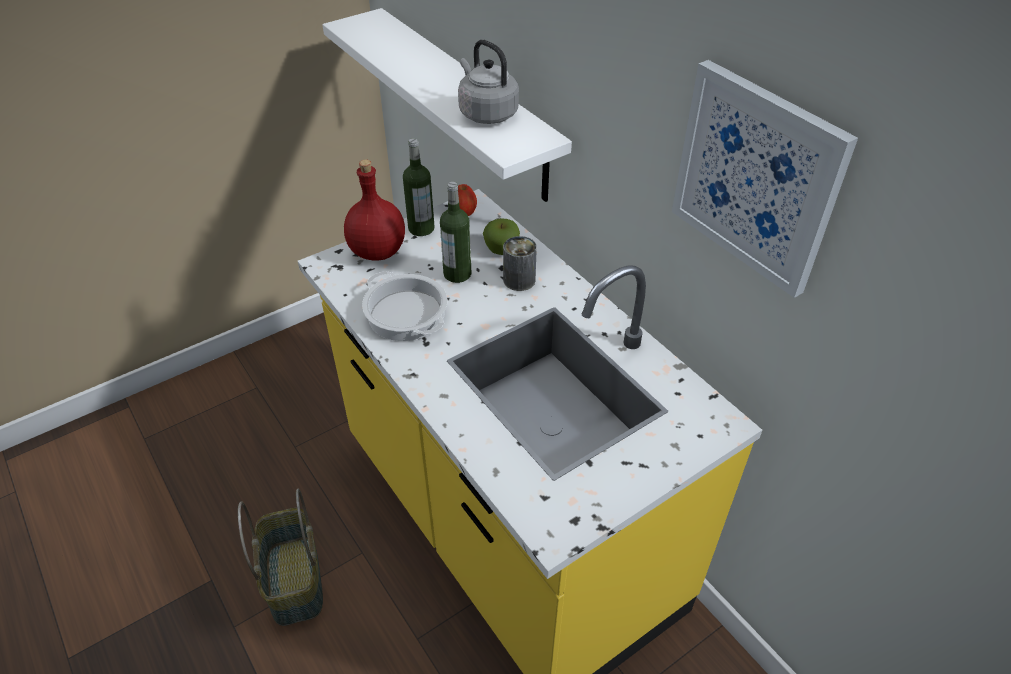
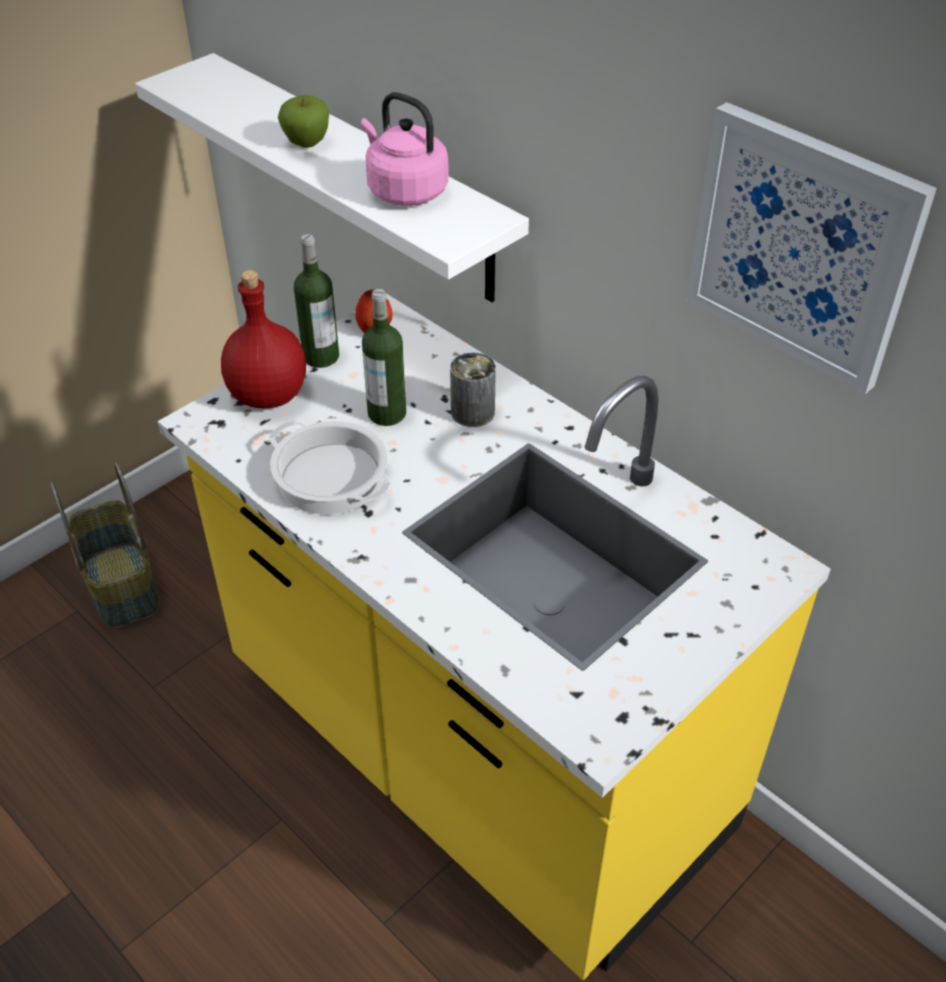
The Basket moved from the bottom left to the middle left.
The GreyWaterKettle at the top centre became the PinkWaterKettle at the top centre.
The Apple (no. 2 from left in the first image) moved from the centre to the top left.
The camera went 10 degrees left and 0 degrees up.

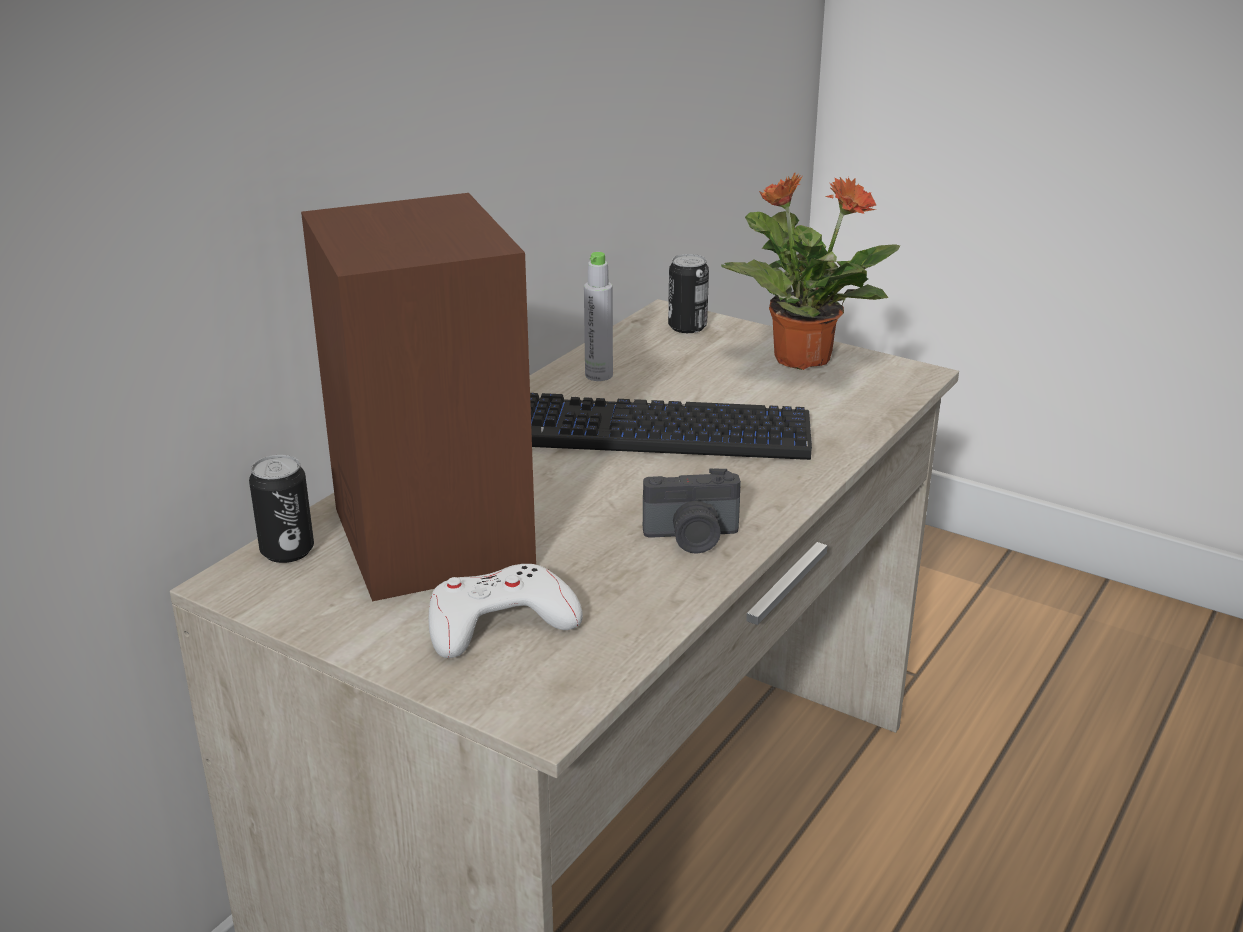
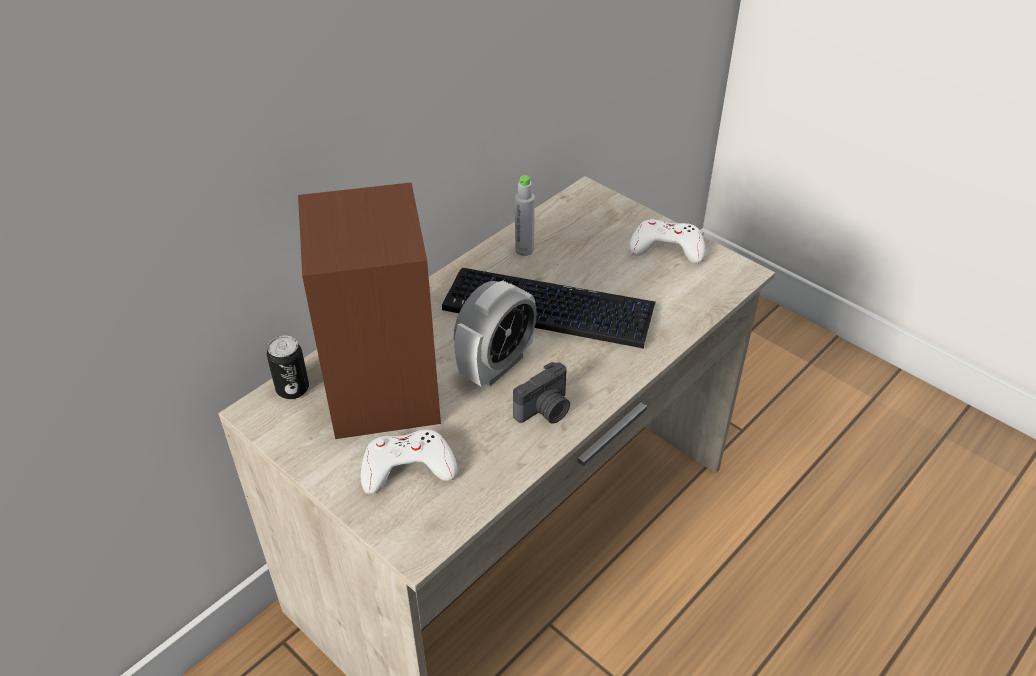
The StillCamera at the centre turned 45 degrees counterclockwise.
The SealedCan (no. 2 from left) at the top centre disappeared.
The Houseplant at the top centre was replaced by the WhiteGameController (no. 2 from left) at the centre.
The BedsideClock at the centre appeared.
The camera went 10 degrees right and 15 degrees up.

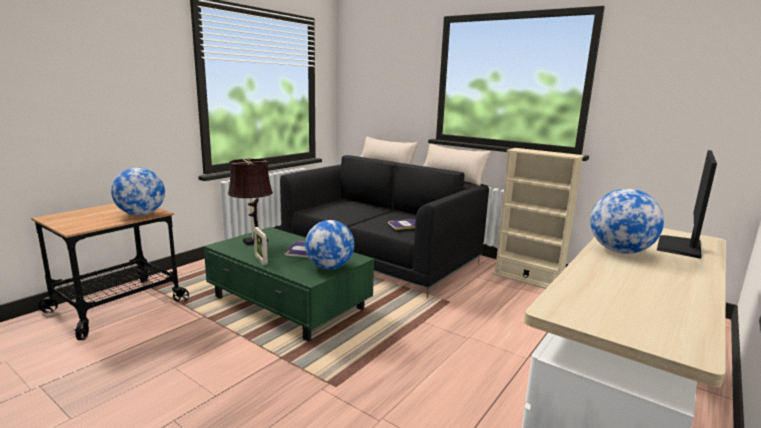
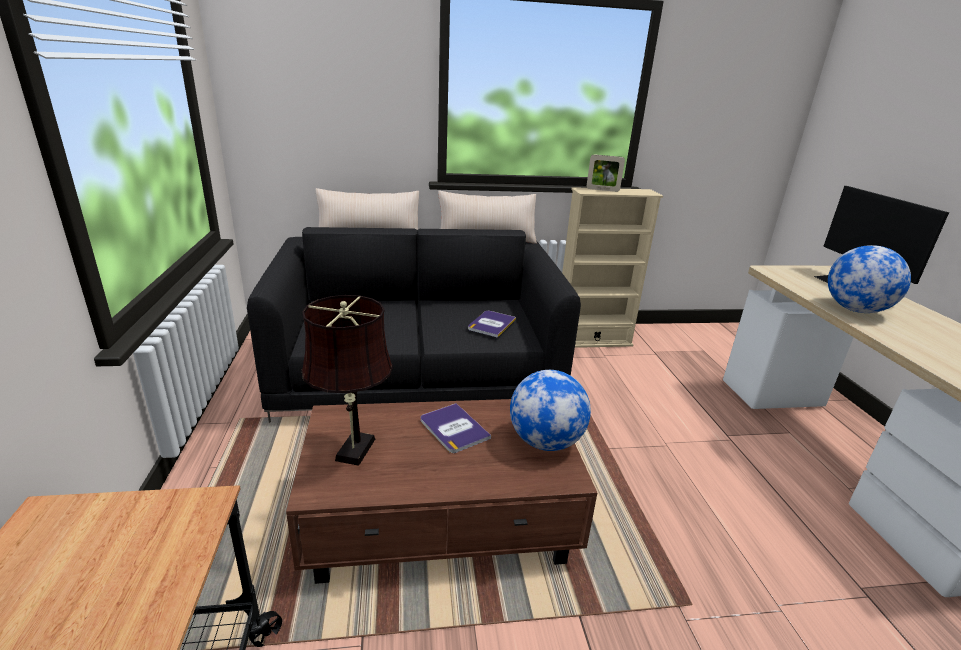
The WorldGlobe (no. 1 from left) at the middle left disappeared.
The GreenishCoffeeTable at the centre became the BrownColouredCoffeeTable at the bottom centre.
The PhotoFrame moved from the centre to the top centre.
The camera went 45 degrees left and 10 degrees up.

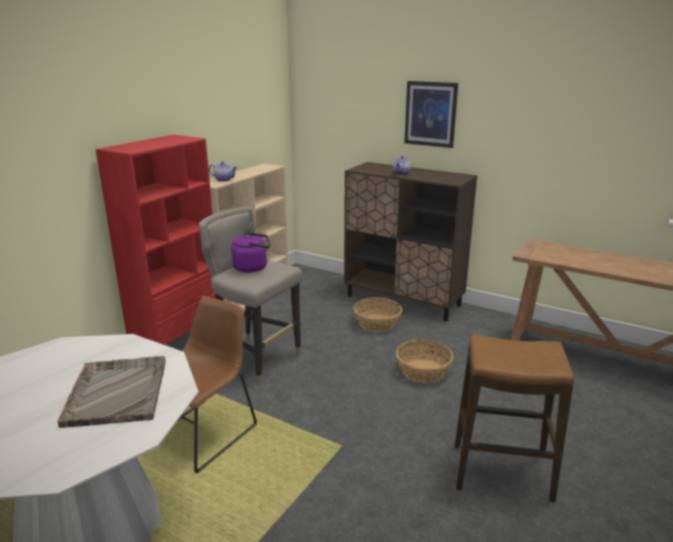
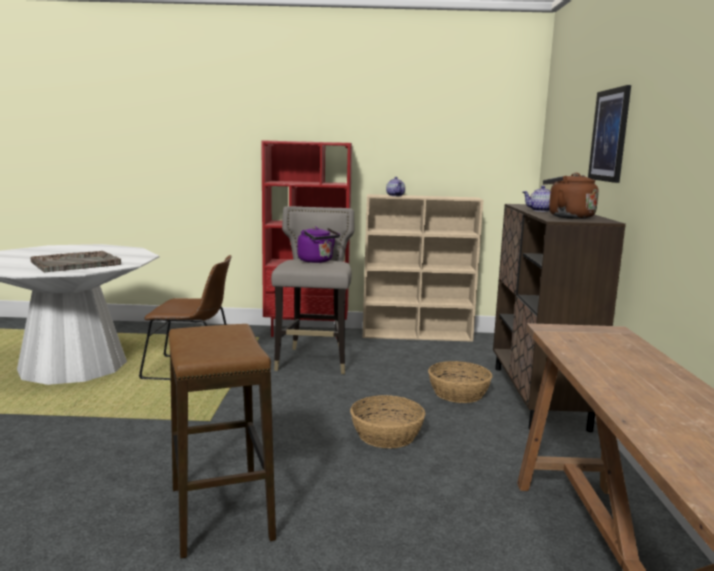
The BrownColouredWaterKettle at the middle right appeared.
The camera went 60 degrees right and 10 degrees down.

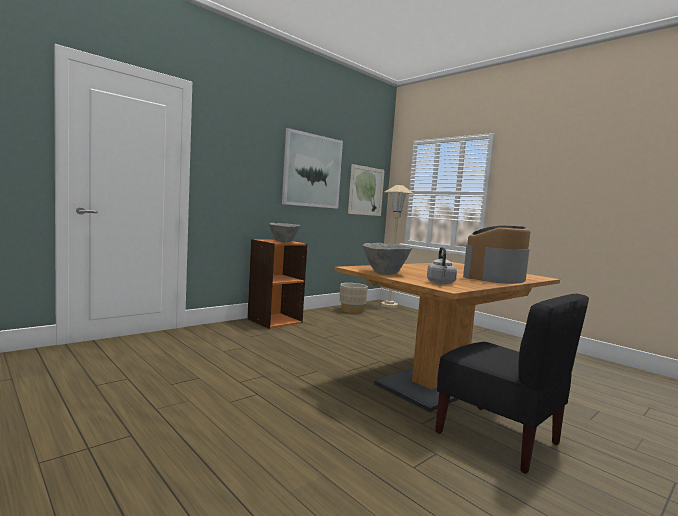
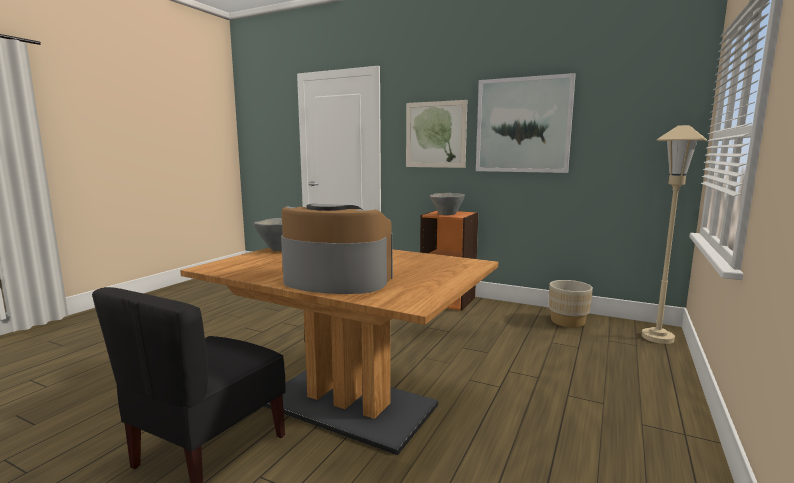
The WallPicture (no. 2 from left in the first image) moved from the centre to the top centre.
The GreyWaterKettle at the centre disappeared.
The camera went 70 degrees right and 5 degrees up.

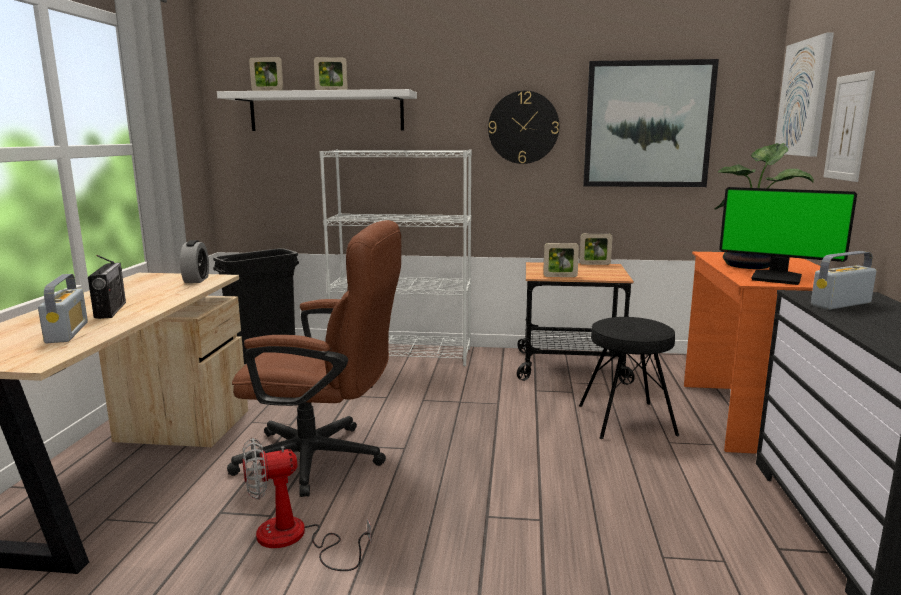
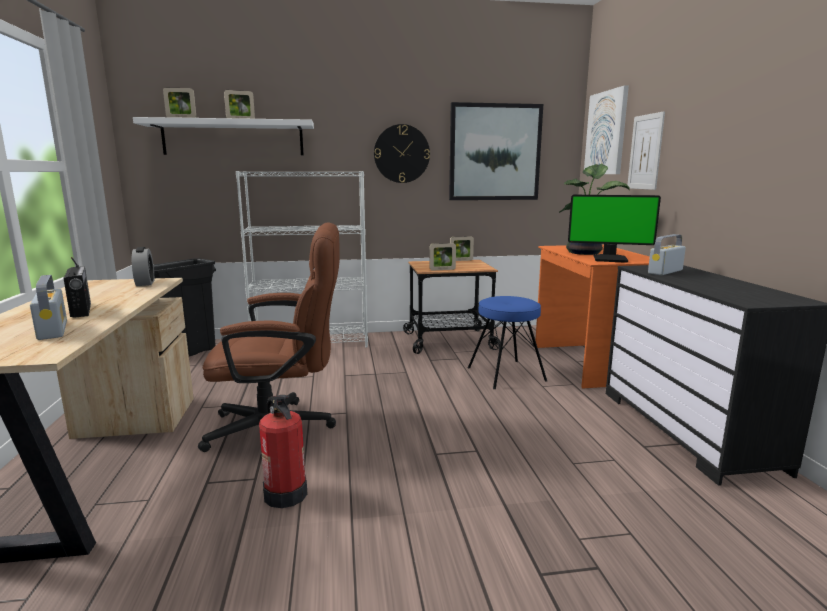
The Fan at the bottom centre was replaced by the FireFightingCylinder at the bottom centre.
The BlackSittingStool at the middle right became the BlueColouredSittingStool at the centre.
The camera went 15 degrees left and 0 degrees up.

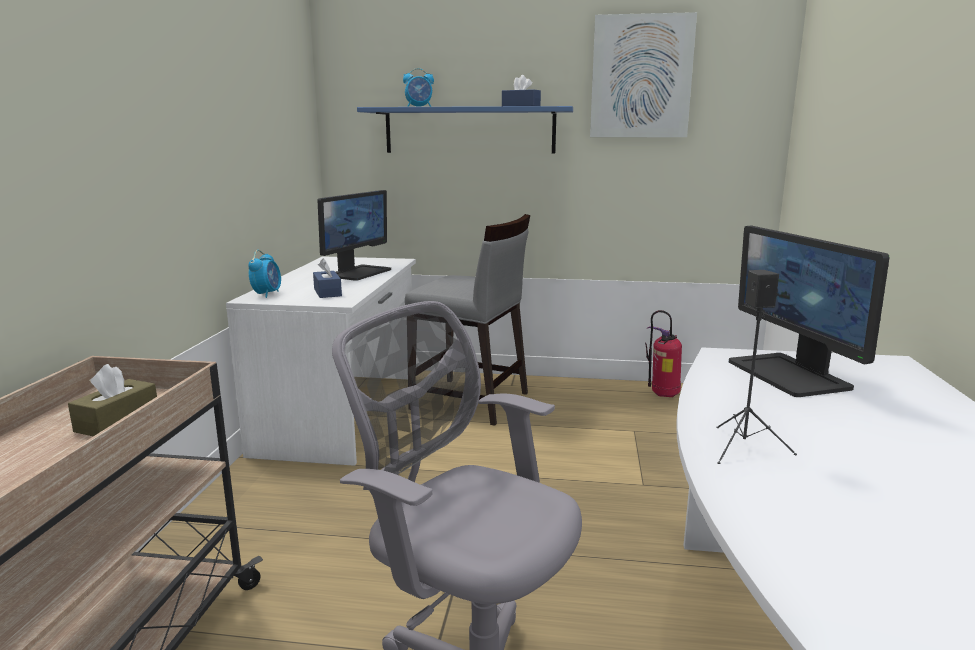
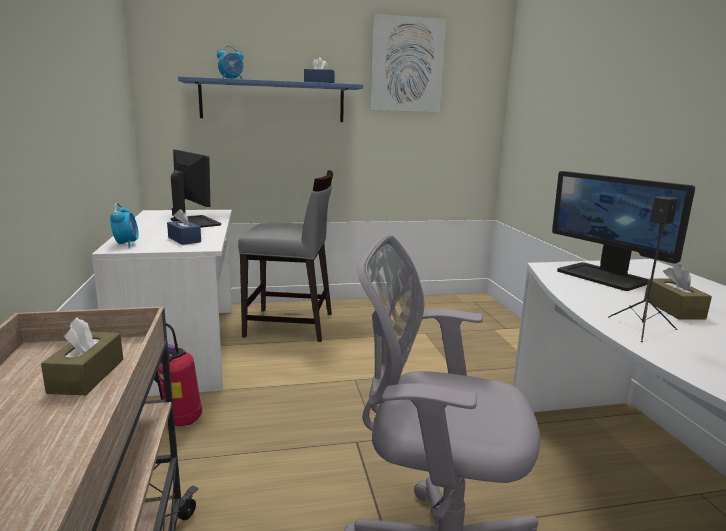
The ComputerScreen (no. 1 from left) at the centre turned 45 degrees counterclockwise.
The FireFightingCylinder moved from the middle right to the bottom left.
The BrownColouredTissueHolder (no. 2 from left) at the middle right appeared.
The camera went 20 degrees left and 0 degrees up.

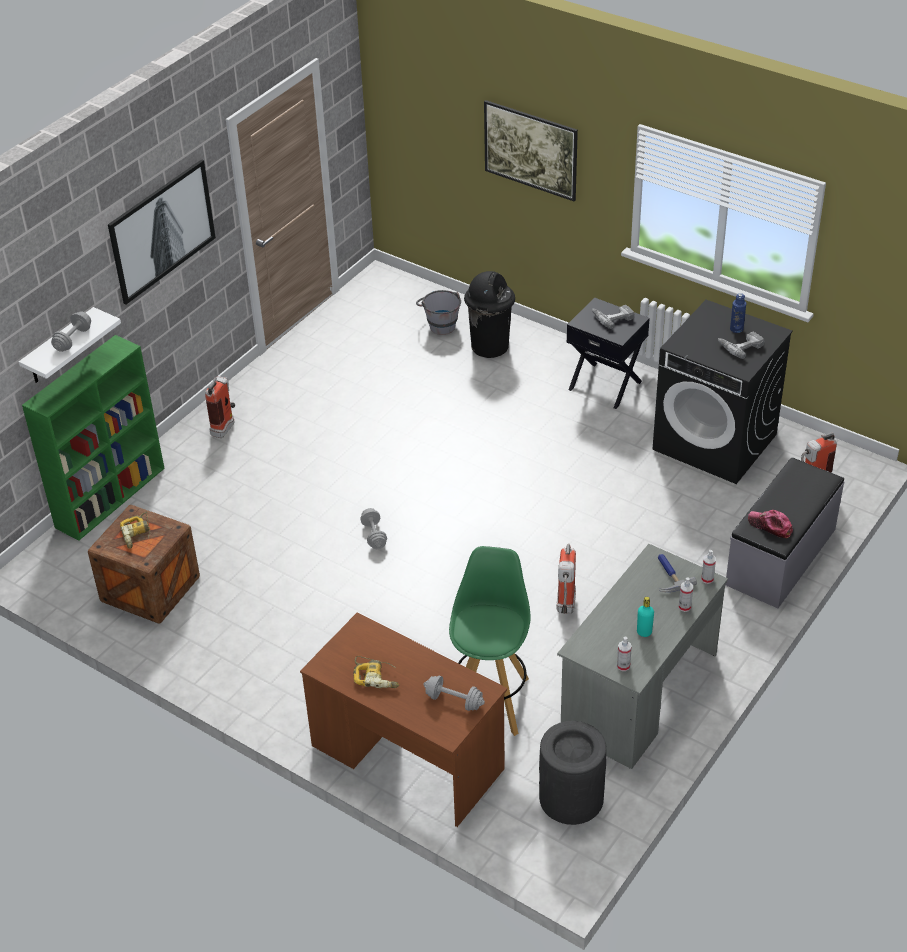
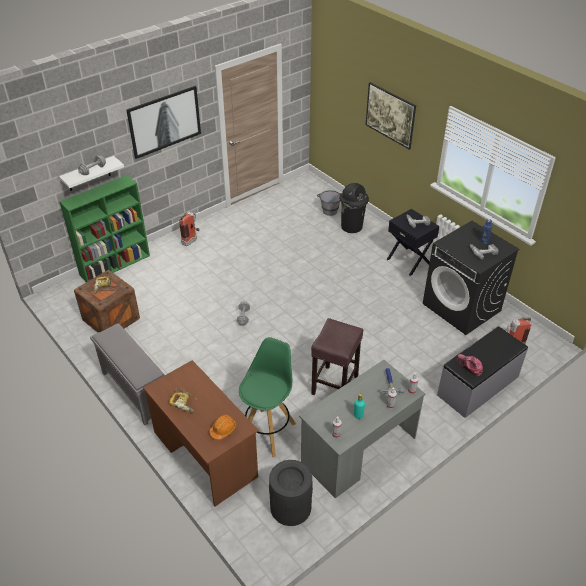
The GreyDumbbell (no. 3 from left) at the bottom centre was replaced by the OrangeColouredWorkHelmet at the bottom centre.
The FireFightingCylinder (no. 2 from left) at the centre was replaced by the BrownColouredSittingStool at the centre.
The GreyShoeRack at the middle left appeared.
The camera went 15 degrees right and 0 degrees up.

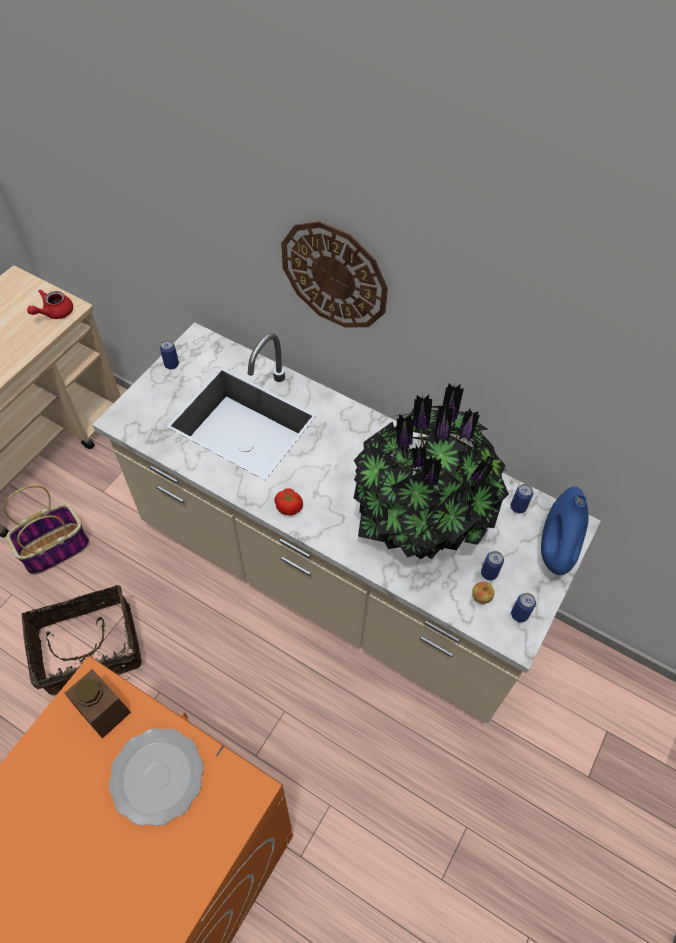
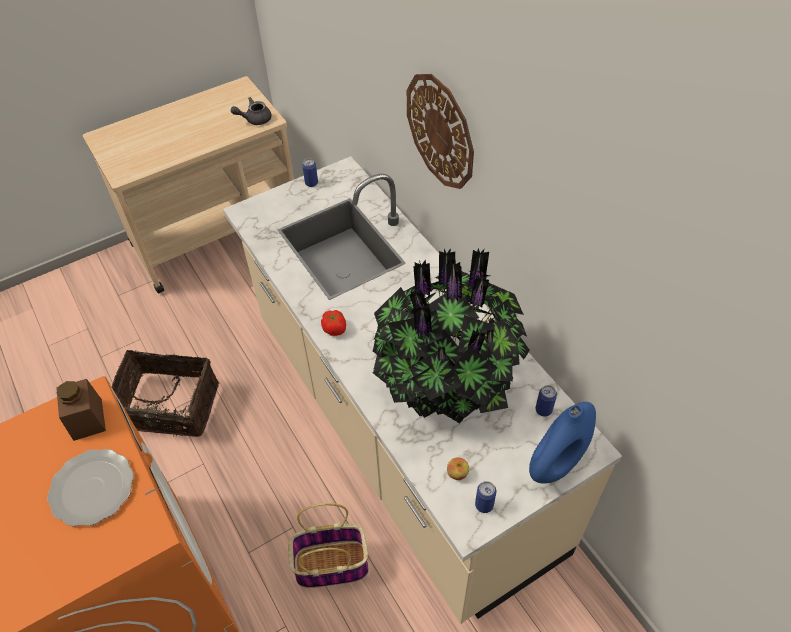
The Basket (no. 1 from left in the first image) moved from the middle left to the bottom centre.
The ReddishPotForTea at the top left became the GreyPotForTea at the top left.
The SealedCan (no. 2 from left) at the middle right disappeared.
The camera went 30 degrees right and 5 degrees down.

